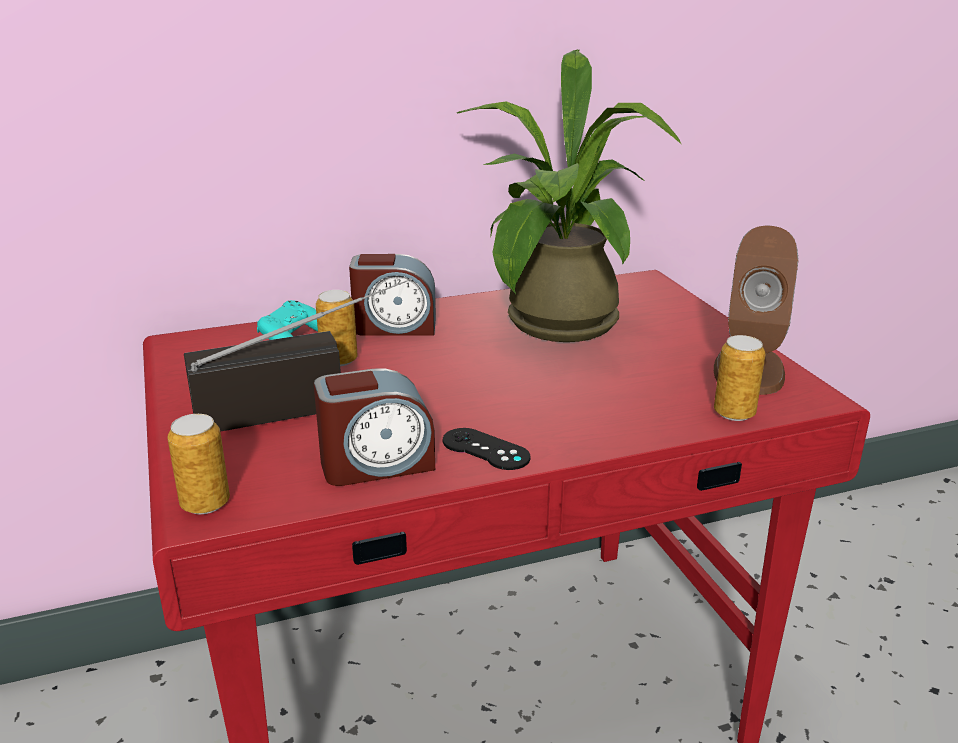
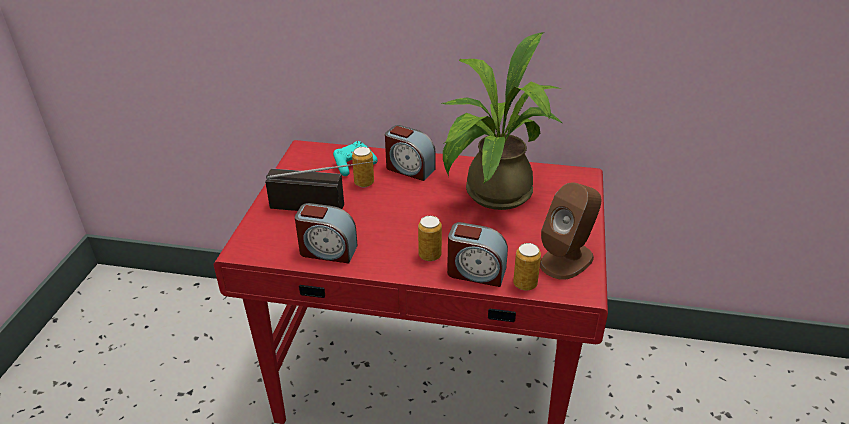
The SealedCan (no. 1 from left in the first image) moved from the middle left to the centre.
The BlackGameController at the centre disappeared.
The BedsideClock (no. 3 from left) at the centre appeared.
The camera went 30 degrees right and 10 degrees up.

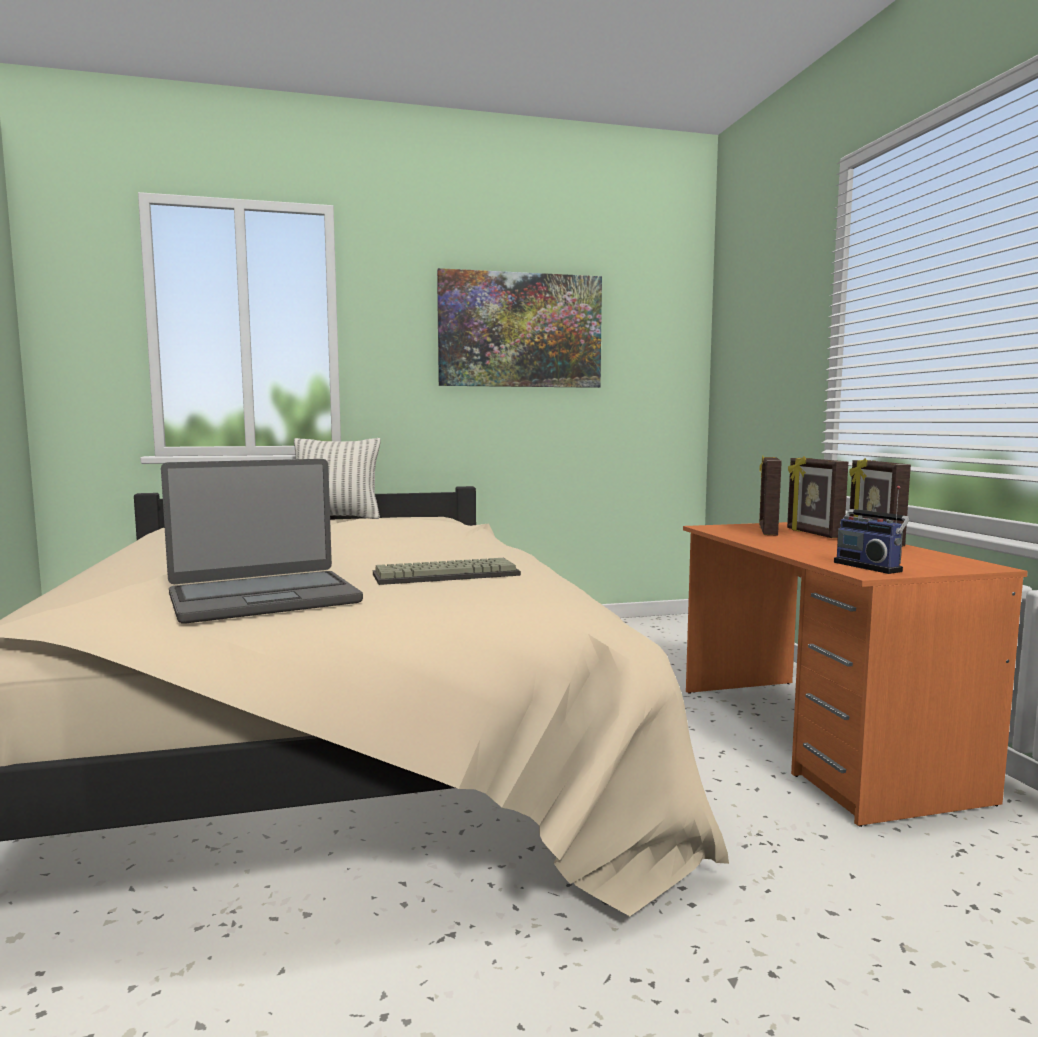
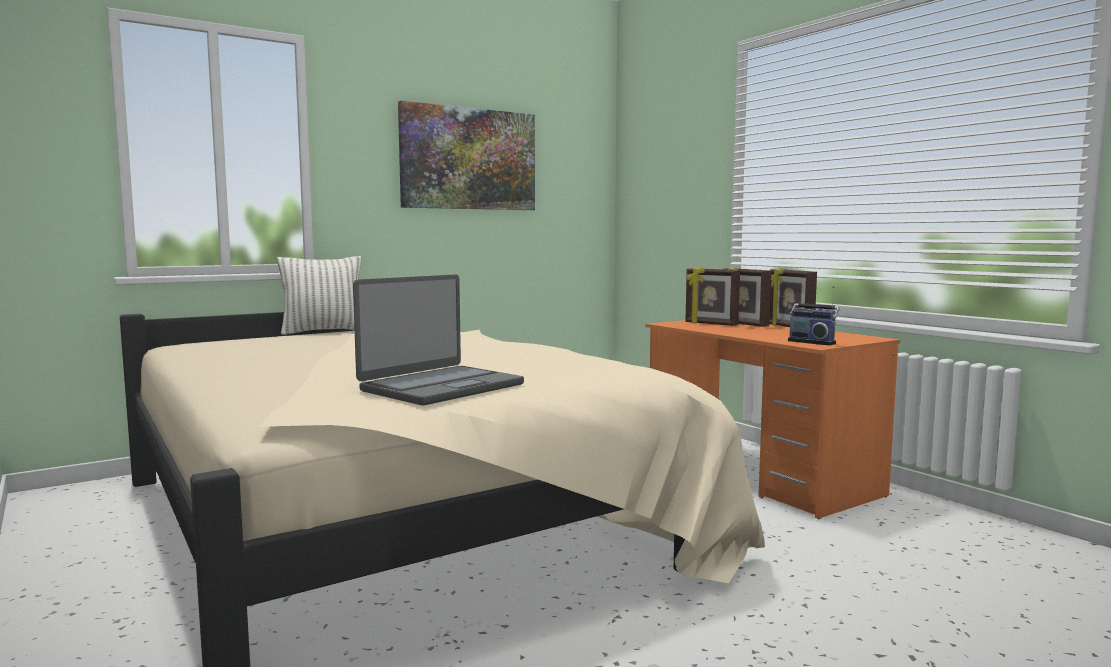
The PcKeyboard at the centre disappeared.
The PhotoFrame (no. 1 from left) at the middle right turned 45 degrees counterclockwise.
The camera went 20 degrees left and 0 degrees up.

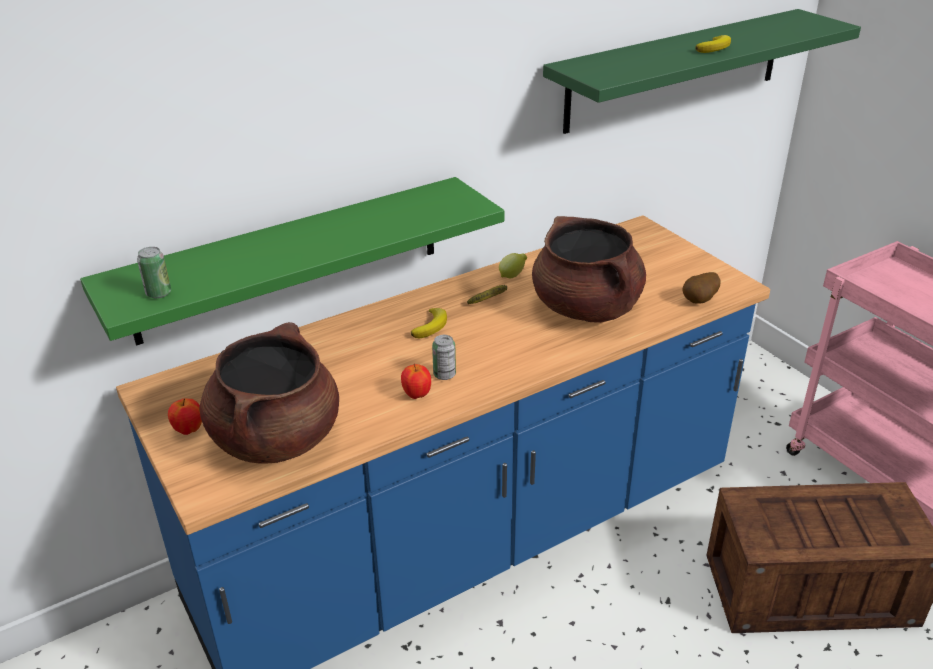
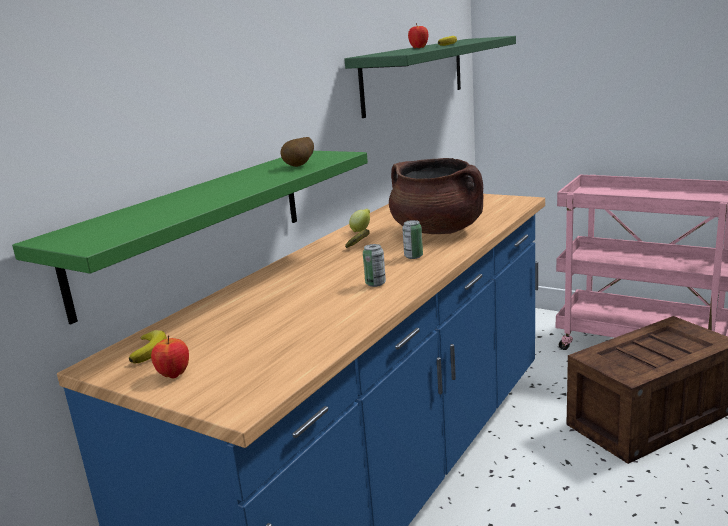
The SealedCan (no. 1 from left in the first image) moved from the middle left to the centre.
The BrownColouredCookingPot (no. 1 from left) at the middle left disappeared.
The Apple (no. 2 from left) moved from the centre to the top centre.
The BananaFruit (no. 1 from left) moved from the centre to the middle left.
The Potato moved from the middle right to the top centre.
The camera went 25 degrees left and 15 degrees down.

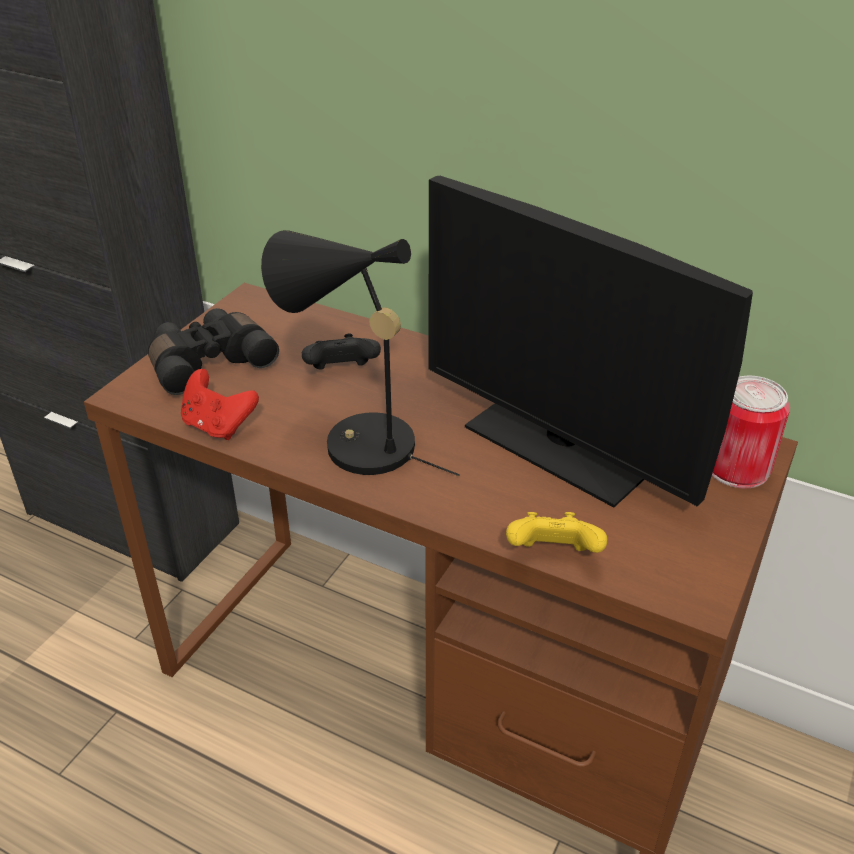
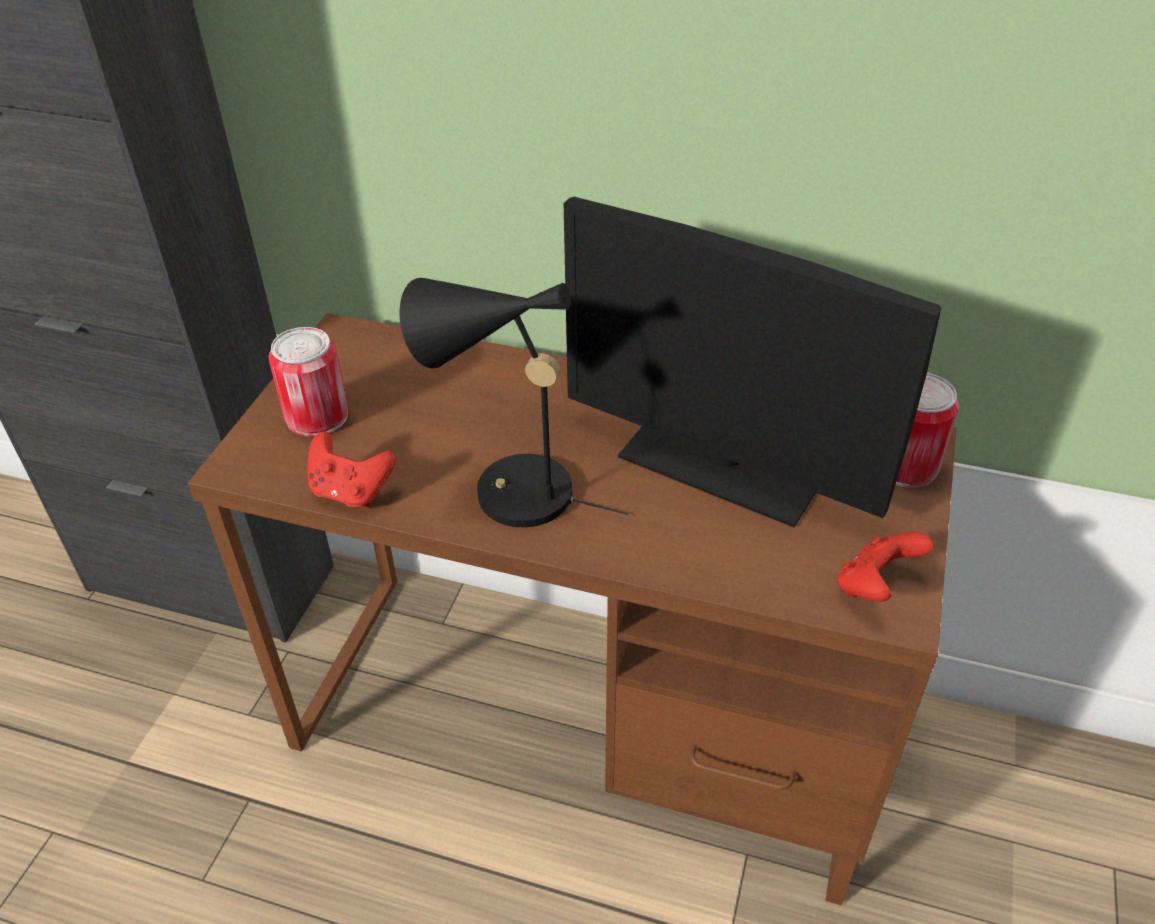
The BlackFieldGlasses at the middle left was replaced by the SealedCan (no. 1 from left) at the middle left.
The BlackGameController at the centre disappeared.
The YellowishGameController at the centre disappeared.
The ReddishGameController (no. 2 from left) at the middle right appeared.
The camera went 10 degrees left and 5 degrees up.

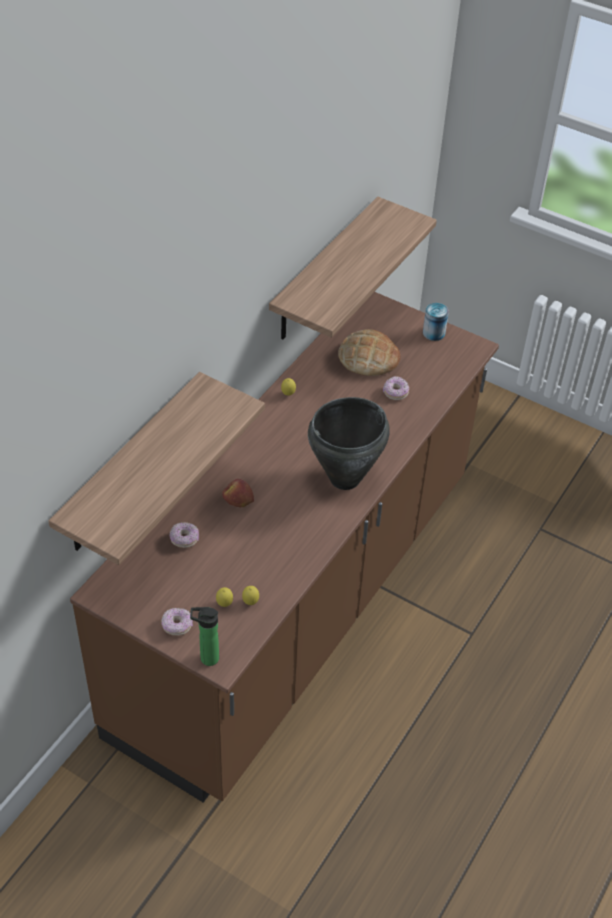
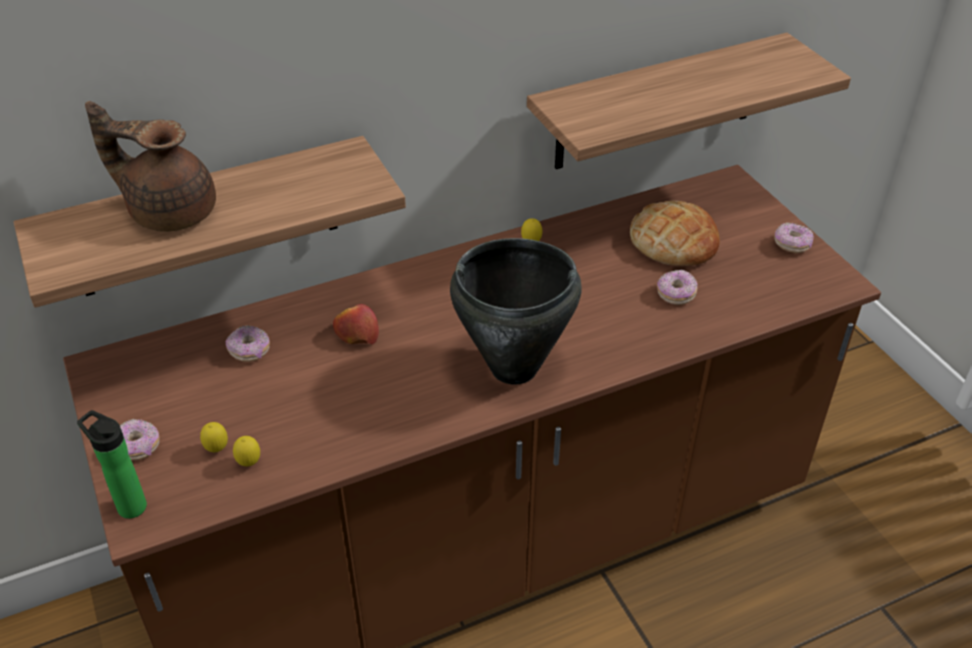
The SealedCan at the middle right was replaced by the Doughnut (no. 4 from left) at the middle right.
The BrownColouredPotForTea at the top left appeared.
The camera went 35 degrees right and 5 degrees down.

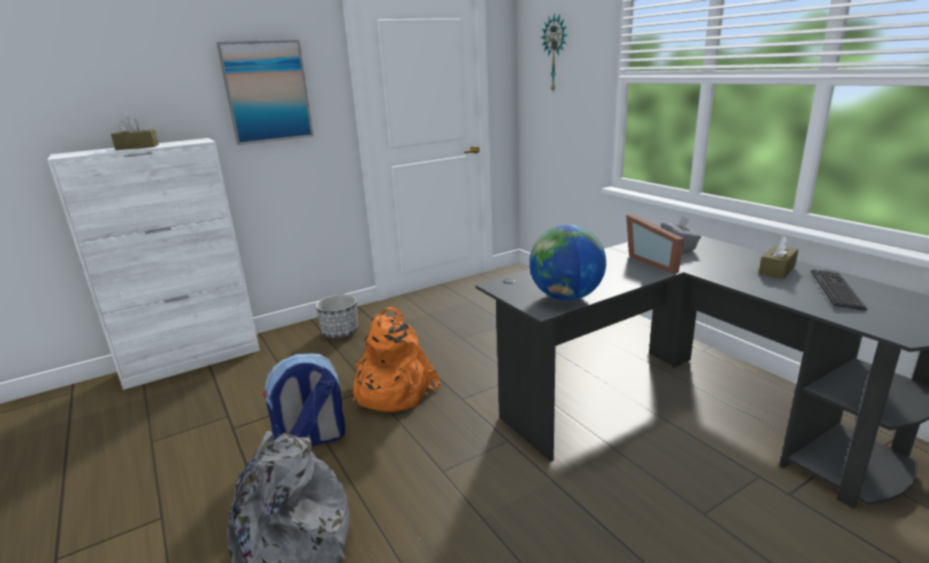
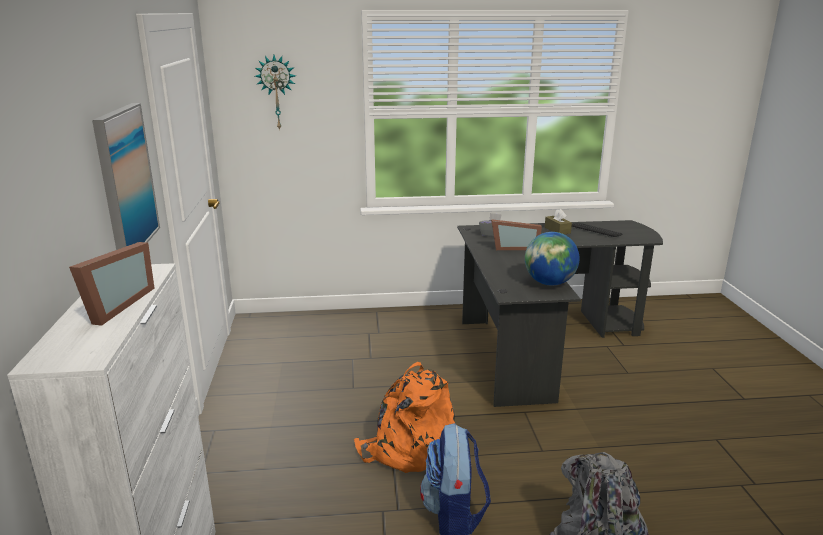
The BrownColouredTissueHolder (no. 1 from left) at the top left was replaced by the PhotoFrame (no. 1 from left) at the middle left.
The FlowerPot at the centre disappeared.
The camera went 65 degrees left and 0 degrees up.

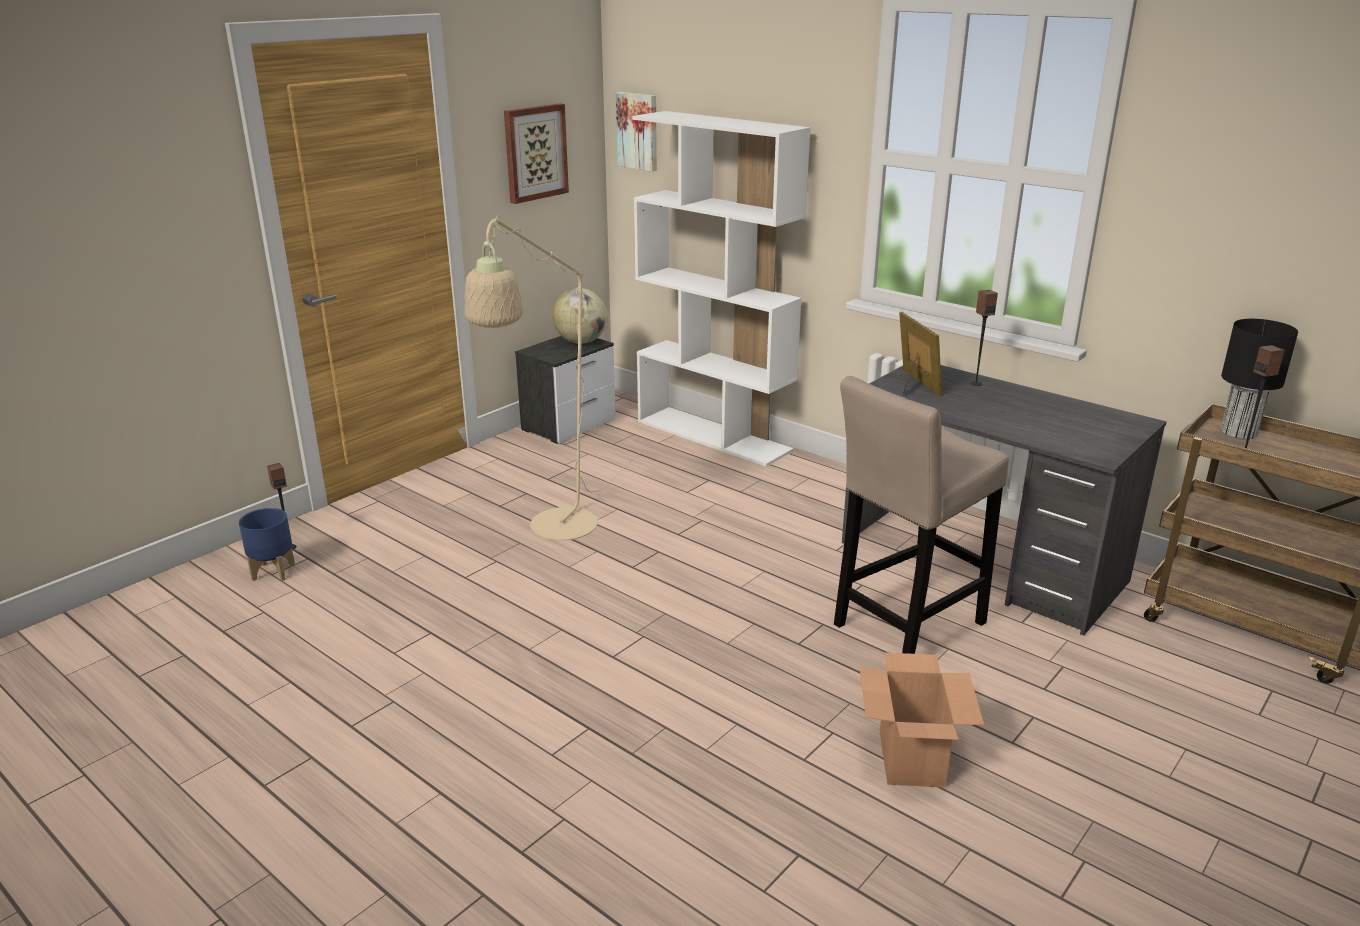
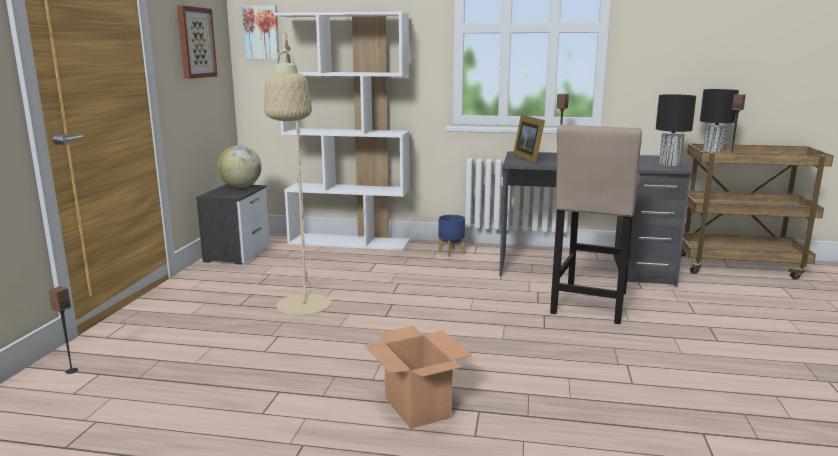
The BlueColouredFlowerPot moved from the middle left to the centre.
The CardboardBox moved from the bottom right to the bottom centre.
The PhotoFrame at the middle right turned 150 degrees counterclockwise.
The BlackLampForATable (no. 1 from left) at the top right appeared.
The camera went 30 degrees left and 10 degrees down.

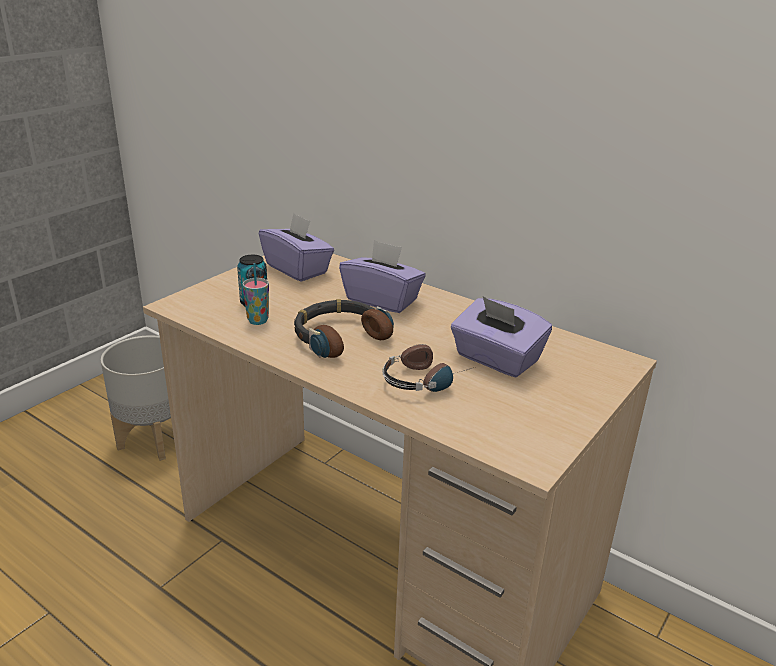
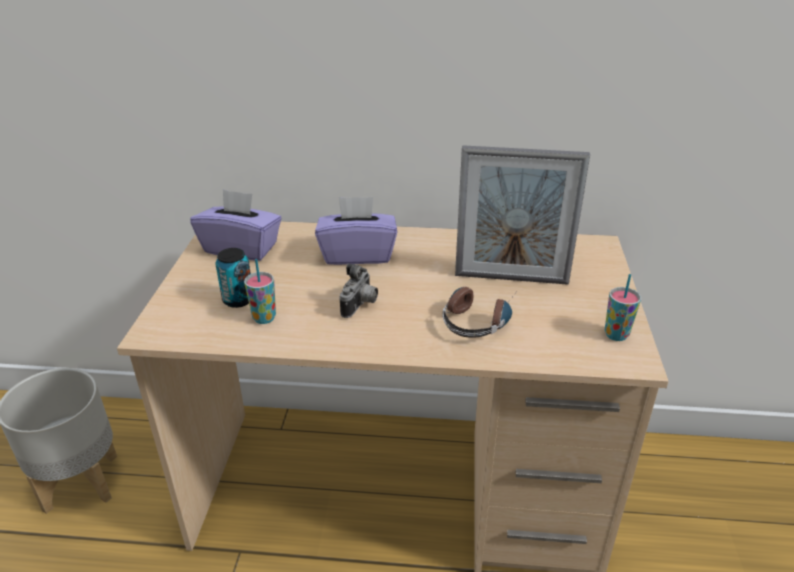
The PairOfHeadphones (no. 1 from left) at the centre was replaced by the StillCamera at the centre.
The PurplishTissueHolder (no. 3 from left) at the centre was replaced by the PhotoFrame at the centre.
The Cup (no. 2 from left) at the middle right appeared.
The camera went 30 degrees left and 5 degrees up.

